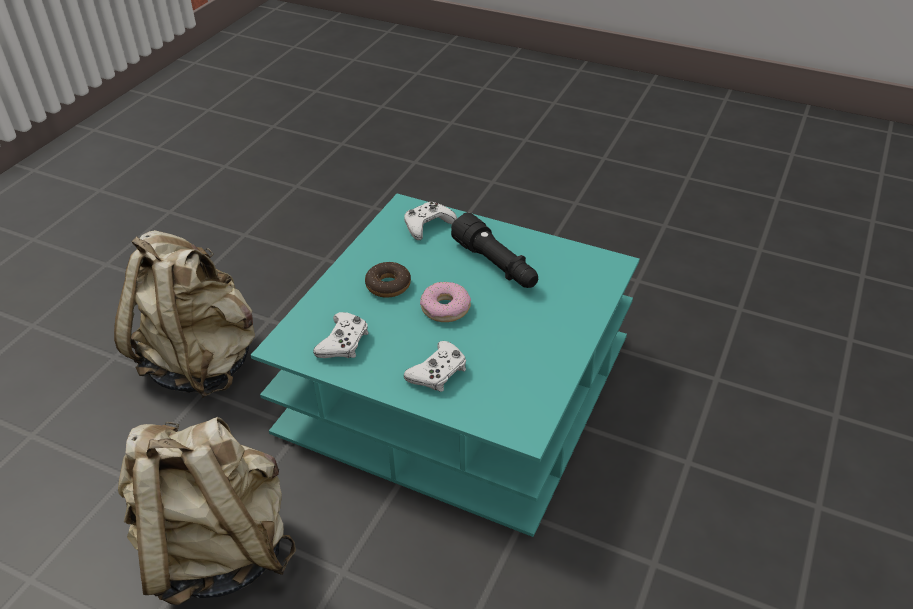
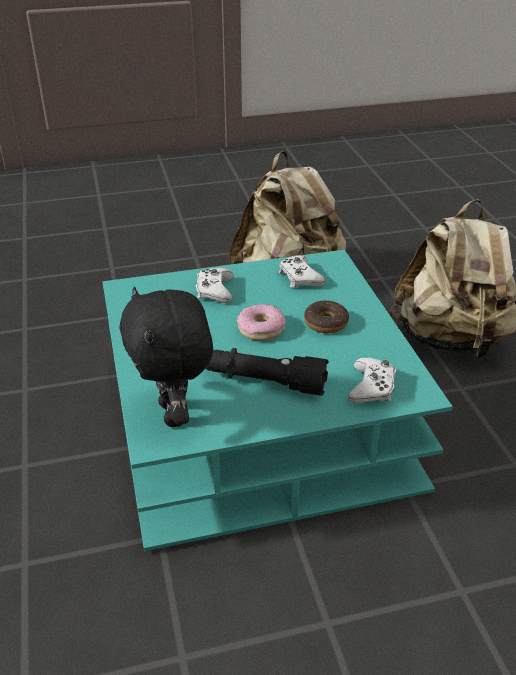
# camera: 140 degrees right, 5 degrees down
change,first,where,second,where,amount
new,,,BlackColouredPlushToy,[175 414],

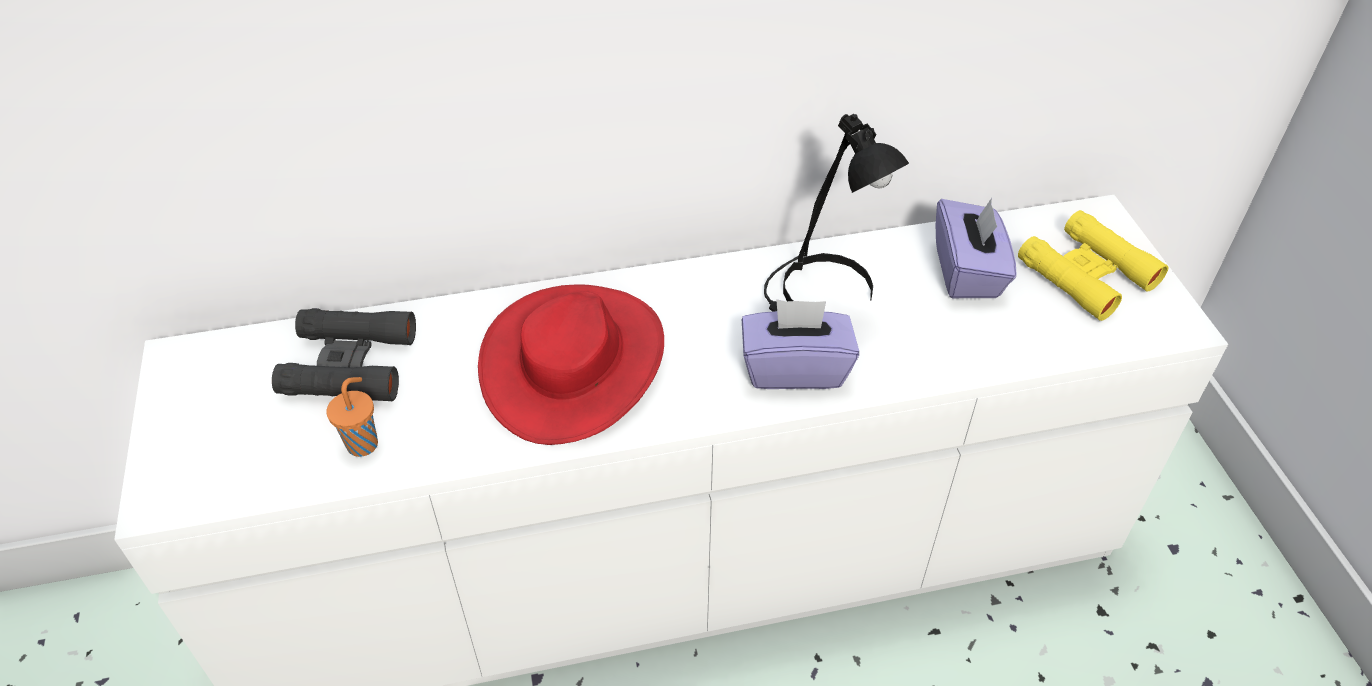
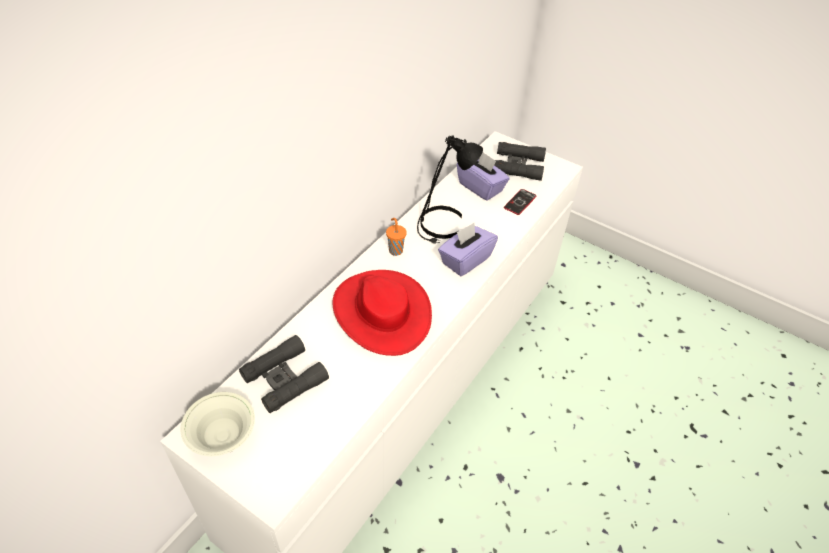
# camera: 45 degrees left, 0 degrees up
change,first,where,second,where,amount
new,,,WhiteServingBowl,[222 436],
shifted,OrangeCup,[363 443],,[395 250],
repainted,YellowBinoculars,[1087 274],BlackColouredBinoculars,[518 166],
new,,,Handset,[520 202],

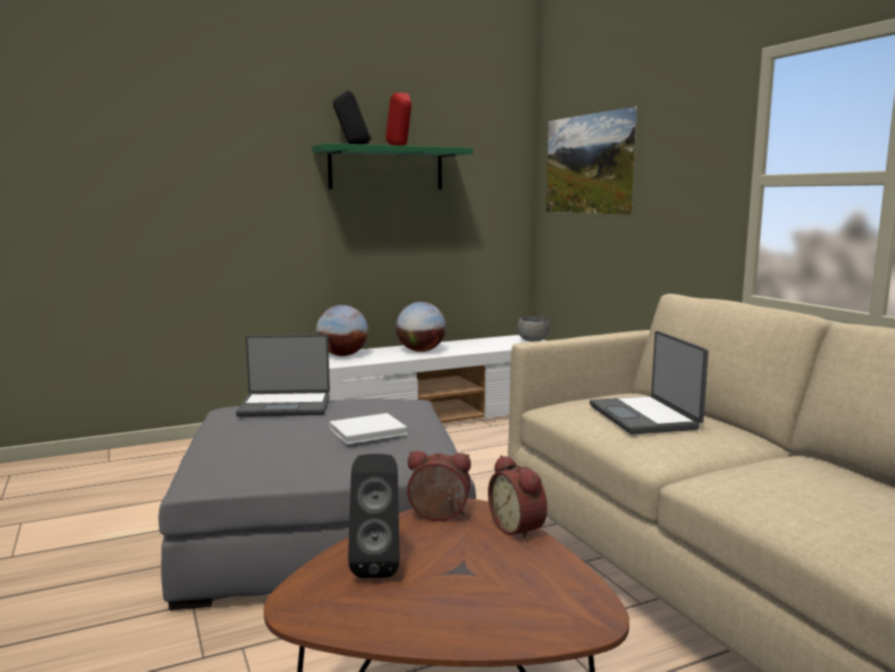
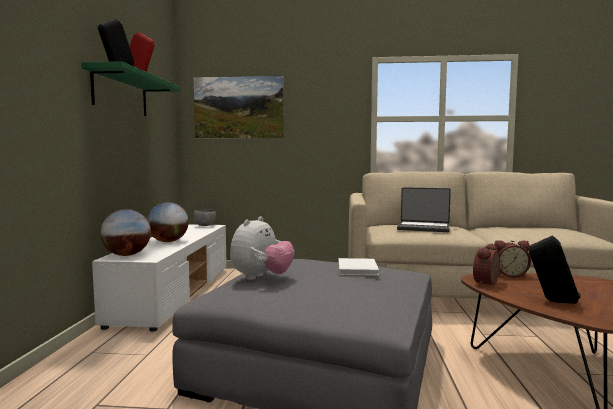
# camera: 60 degrees left, 5 degrees down
change,first,where,second,where,amount
swapped,Laptop,[285 406],PlushToy,[261 278],

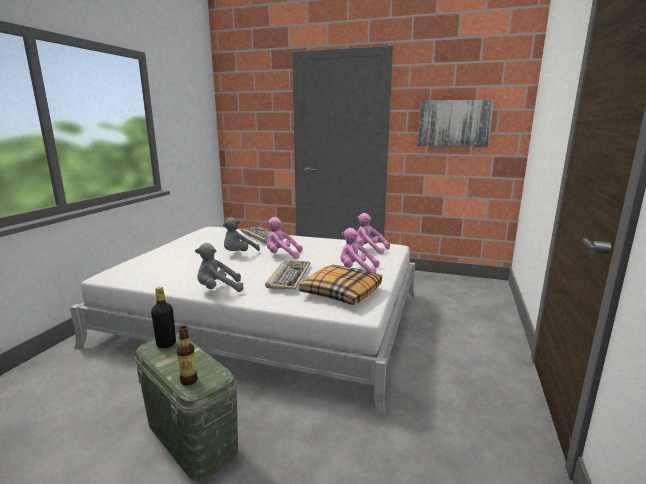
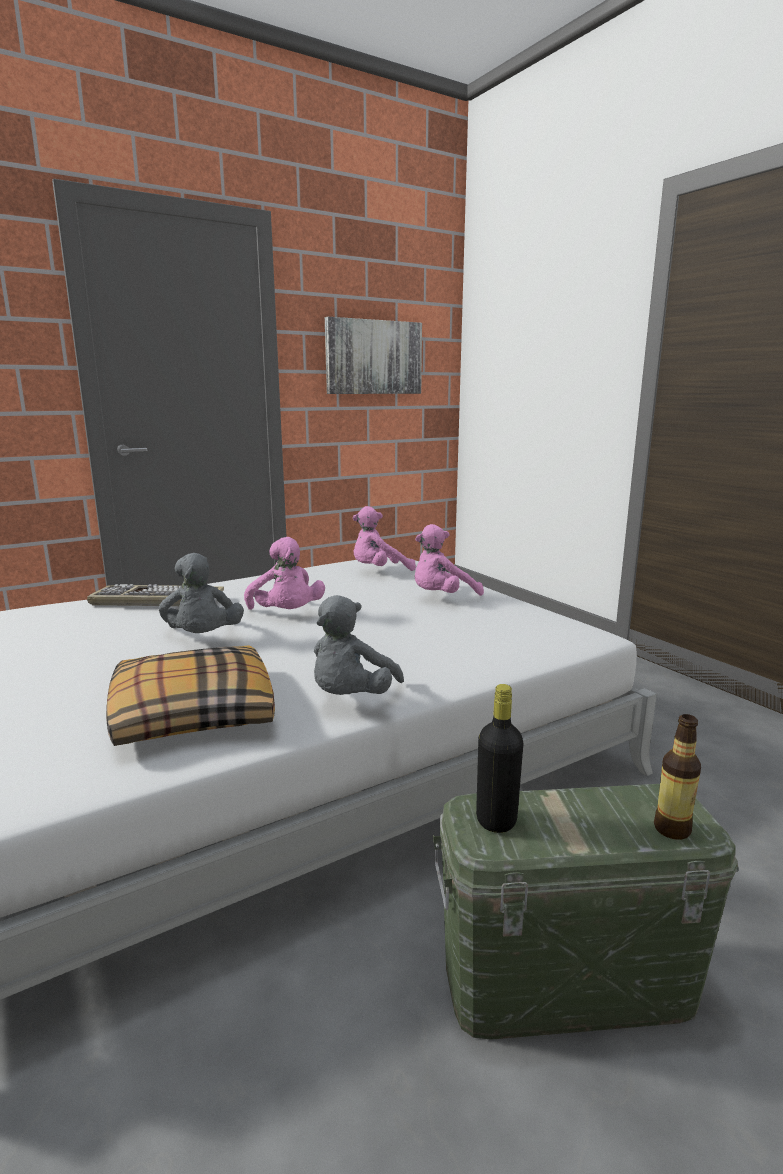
# camera: 50 degrees left, 0 degrees up
change,first,where,second,where,amount
shifted,Cushion,[341 292],,[191 712],
rotated,PinkishPlushToy,[282 255],,[286 615],75 degrees counterclockwise
gone,ComputerKeyboard,[289 276],,,

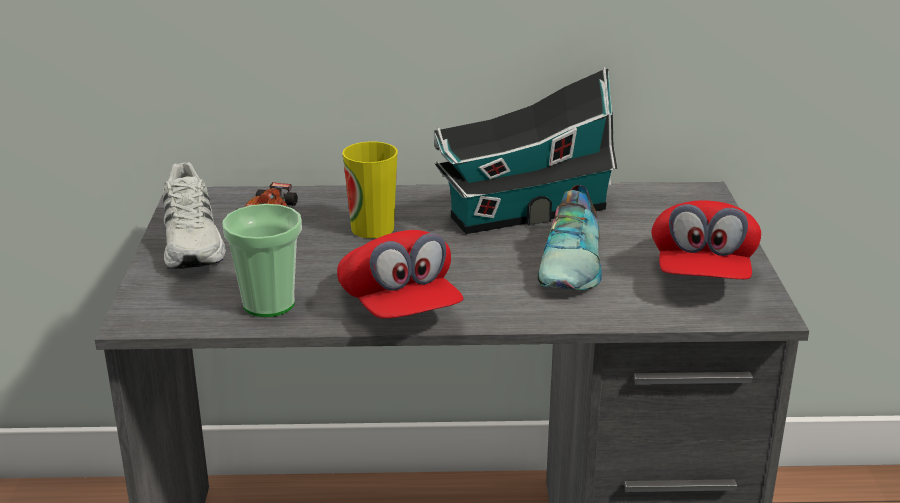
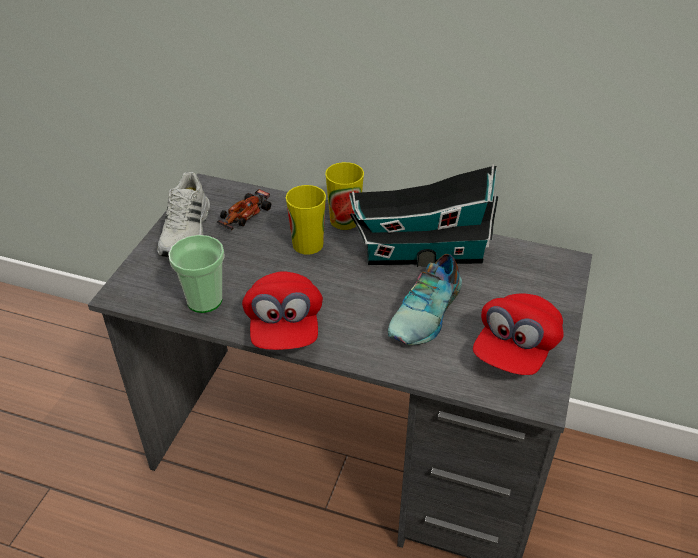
# camera: 20 degrees right, 15 degrees up
change,first,where,second,where,amount
new,,,Cup,[344 220],

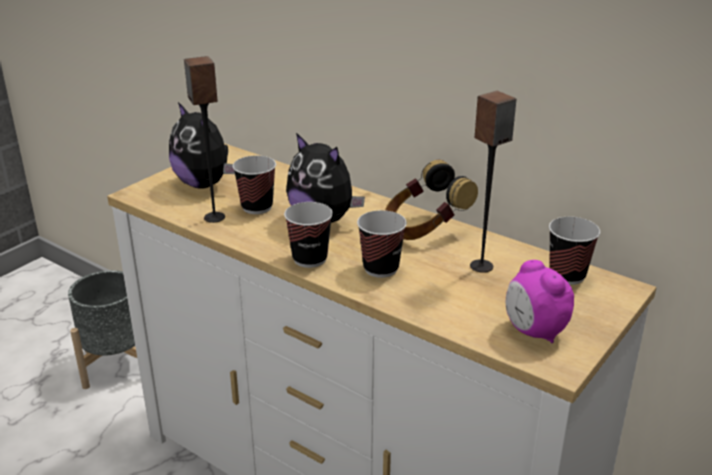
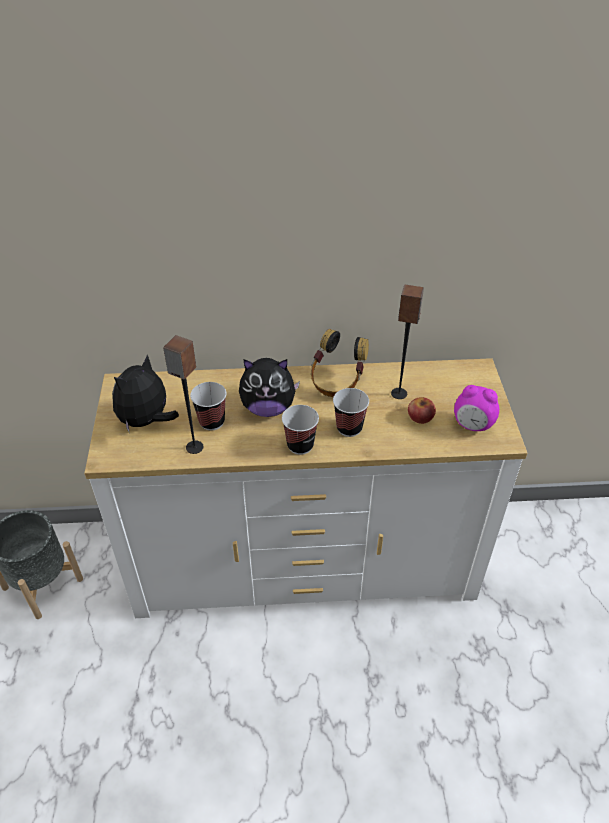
# camera: 40 degrees left, 15 degrees up
change,first,where,second,where,amount
rotated,PlushToy,[205 184],,[146 421],120 degrees clockwise
new,,,Apple,[420 417],
gone,Cup,[567 275],,,

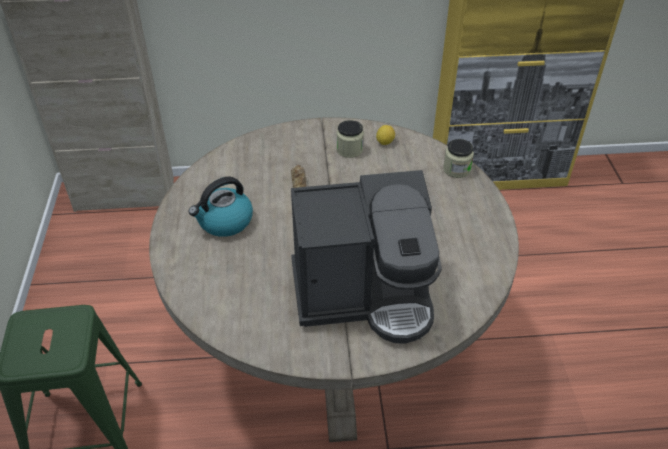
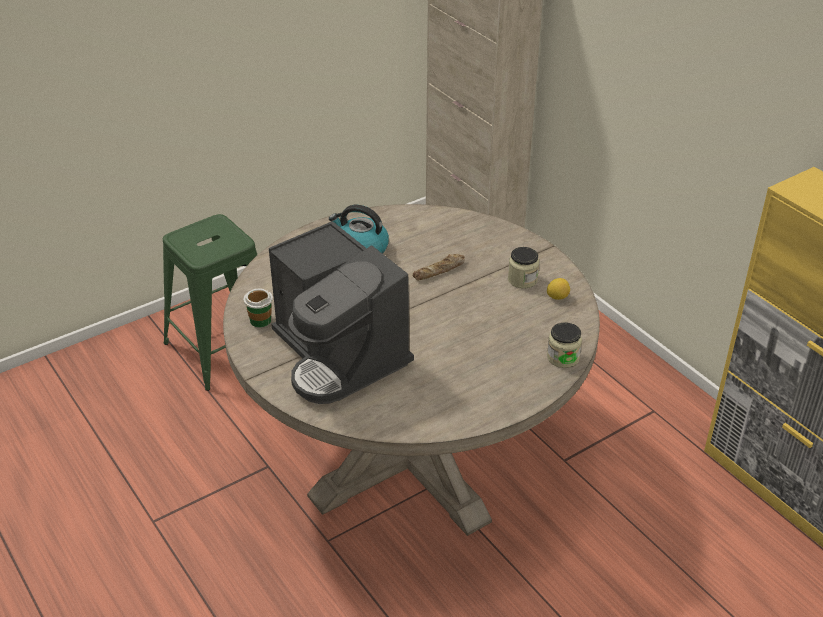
# camera: 60 degrees right, 5 degrees down
change,first,where,second,where,amount
new,,,Cup,[260 320],

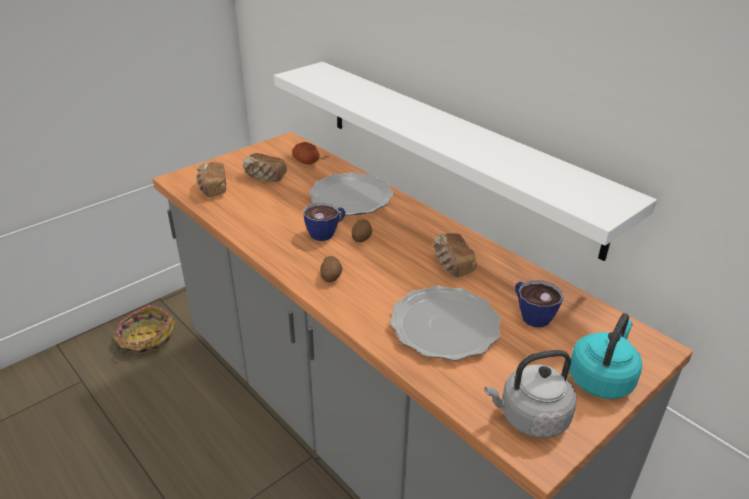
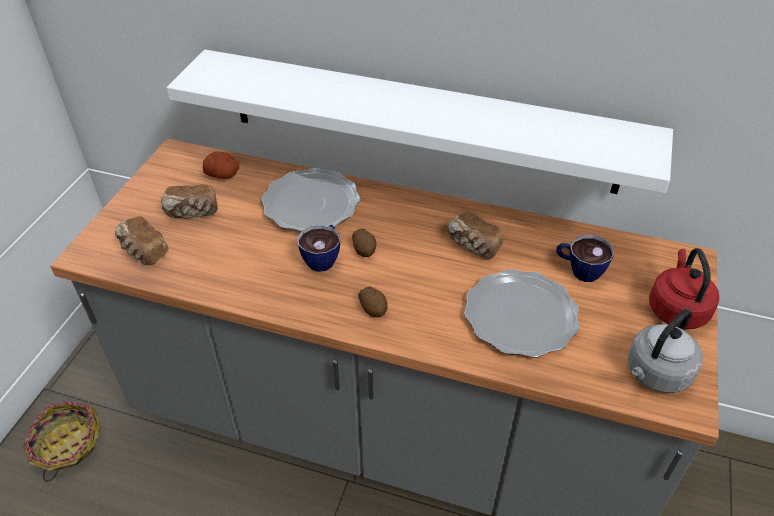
# camera: 30 degrees left, 10 degrees up
change,first,where,second,where,amount
repainted,BlueGreenKettle,[601 378],RedColouredKettle,[676 308],

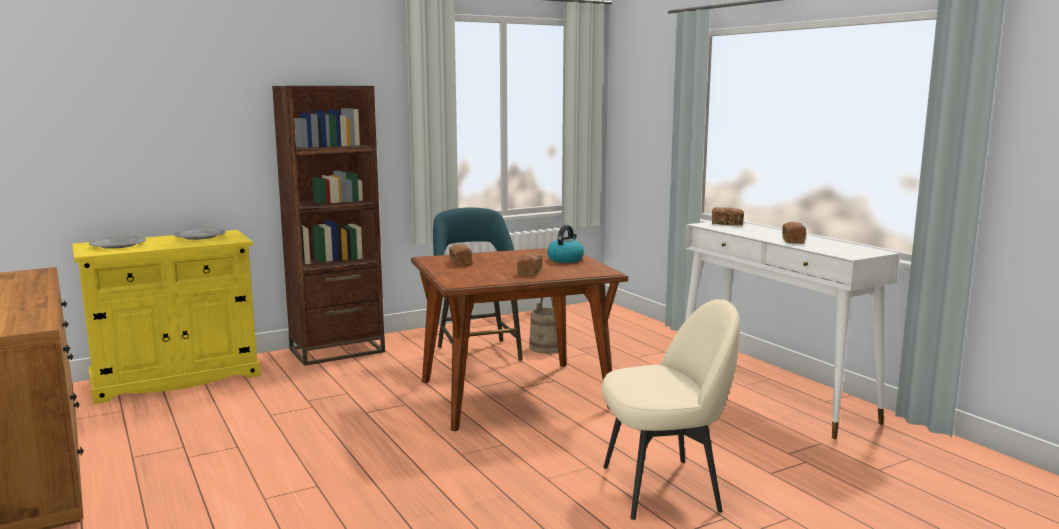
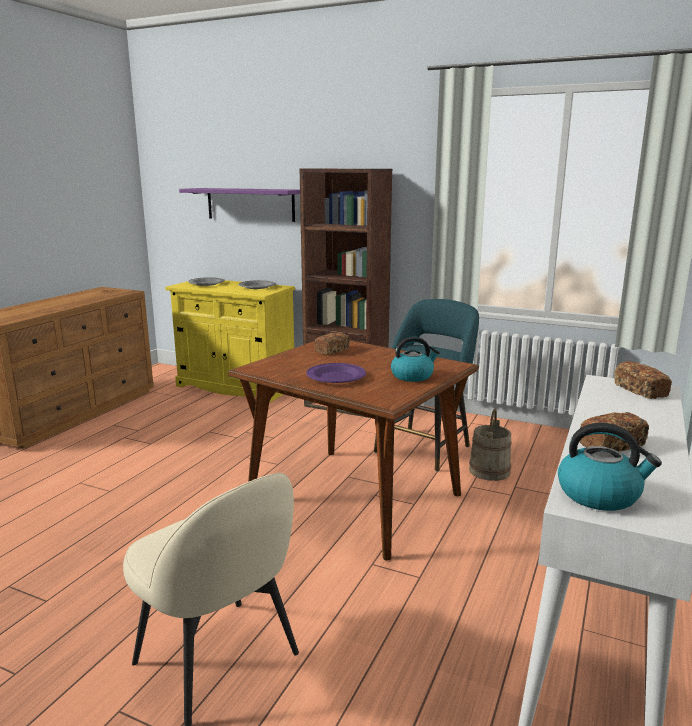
# camera: 55 degrees right, 5 degrees up
change,first,where,second,where,amount
new,,,PurpleColouredBracketShelf,[250 204],
swapped,BakedBread,[529 272],PurpleColouredFlatDish,[336 377],
new,,,Kettle,[600 495],

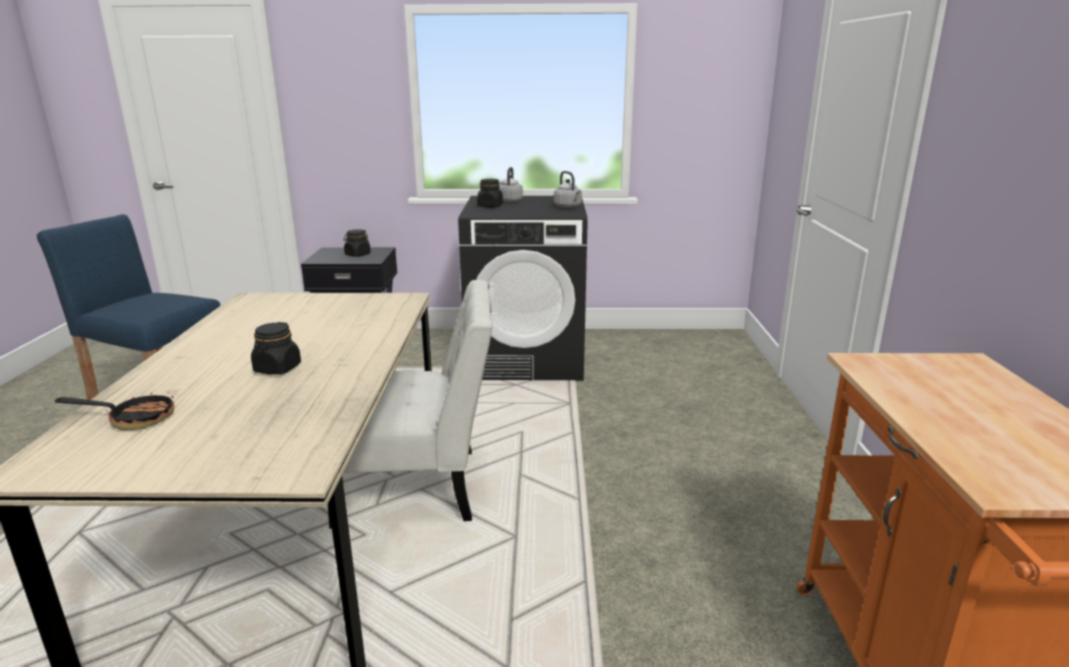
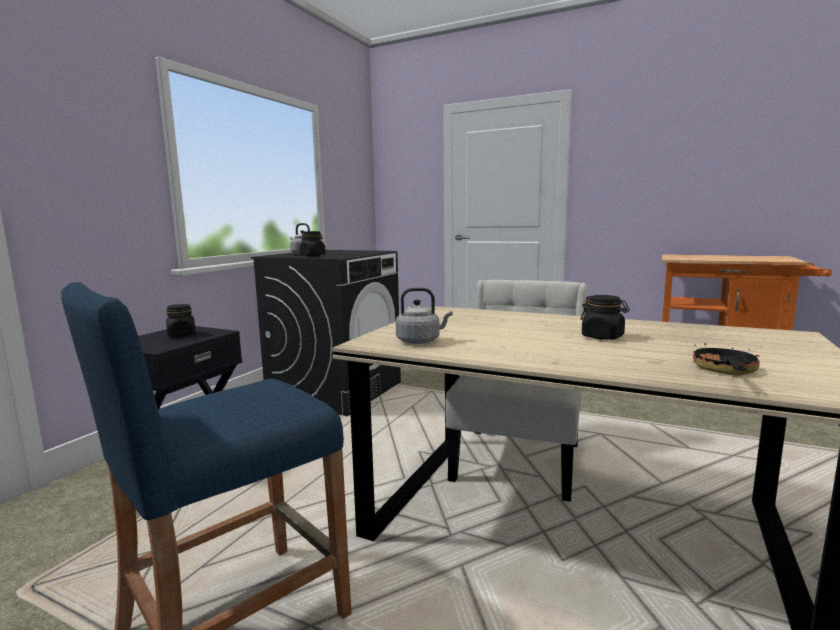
# camera: 65 degrees left, 10 degrees down
change,first,where,second,where,amount
shifted,GreyishKettle,[568 207],,[420 341],

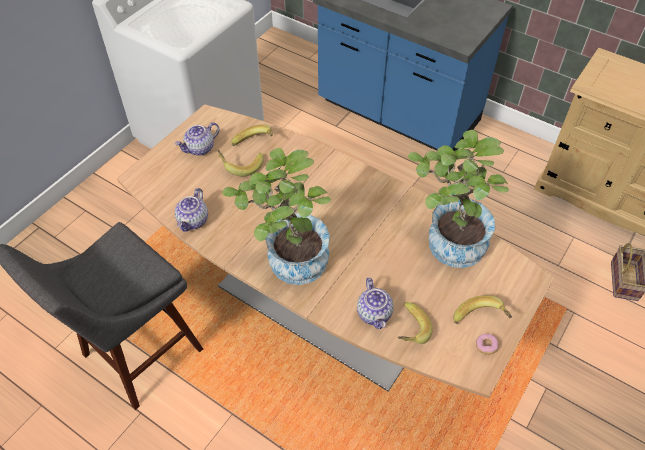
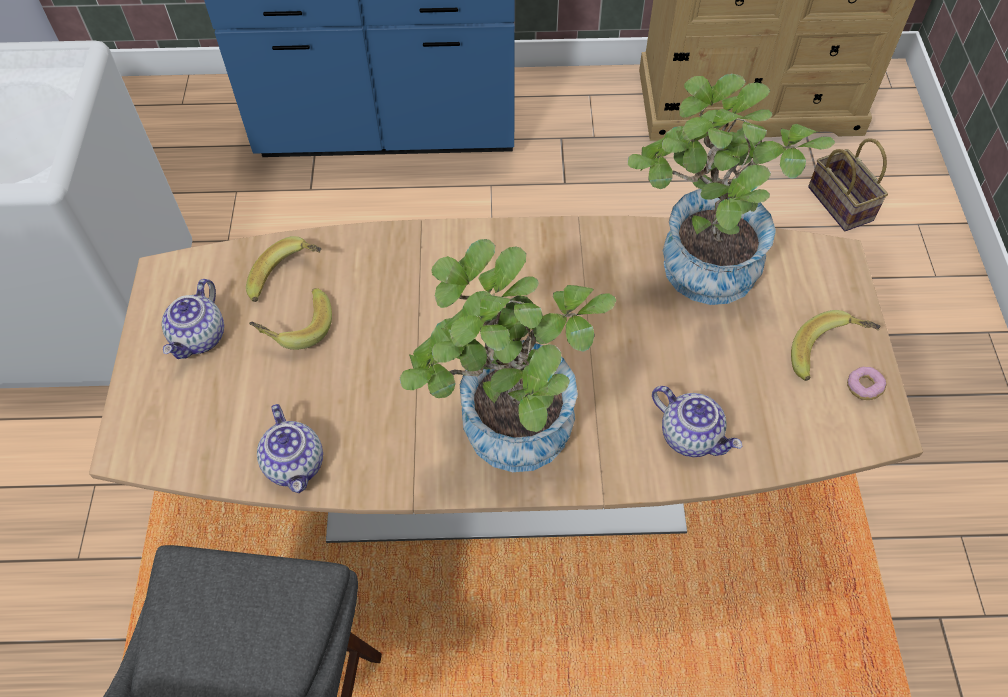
# camera: 35 degrees left, 5 degrees up
change,first,where,second,where,amount
gone,BananaFruit,[408 330],,,

